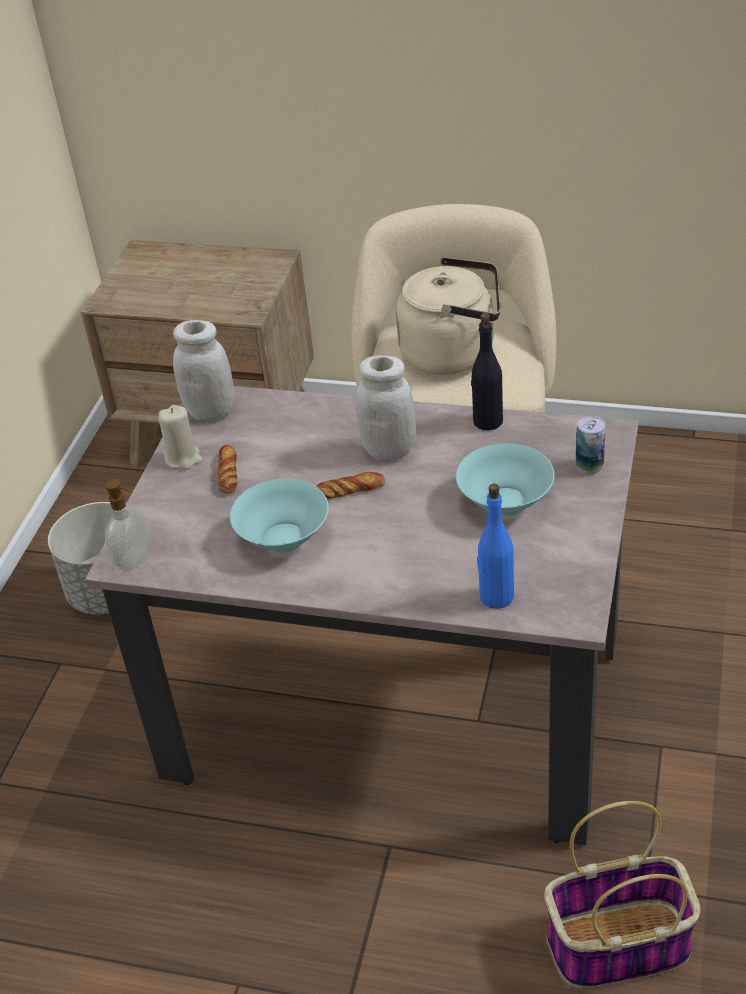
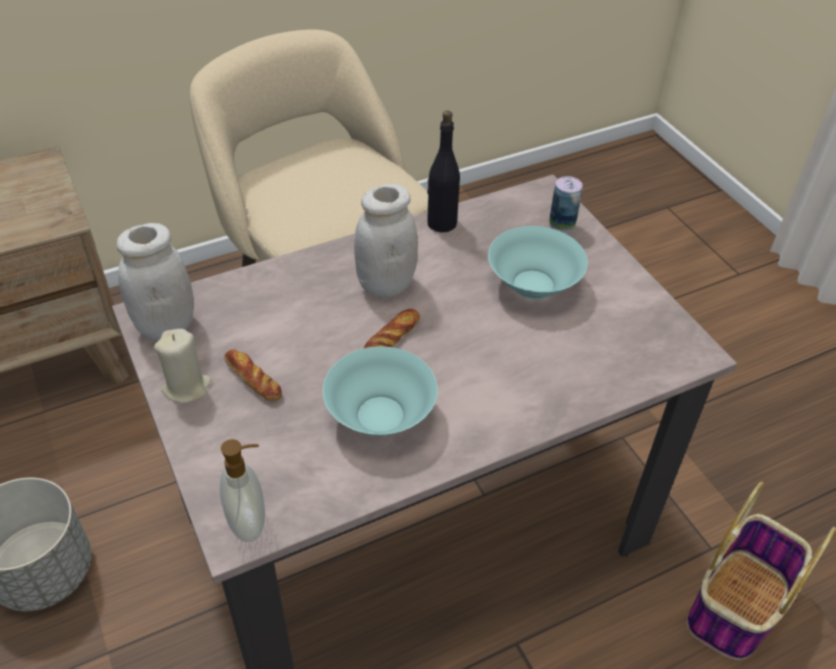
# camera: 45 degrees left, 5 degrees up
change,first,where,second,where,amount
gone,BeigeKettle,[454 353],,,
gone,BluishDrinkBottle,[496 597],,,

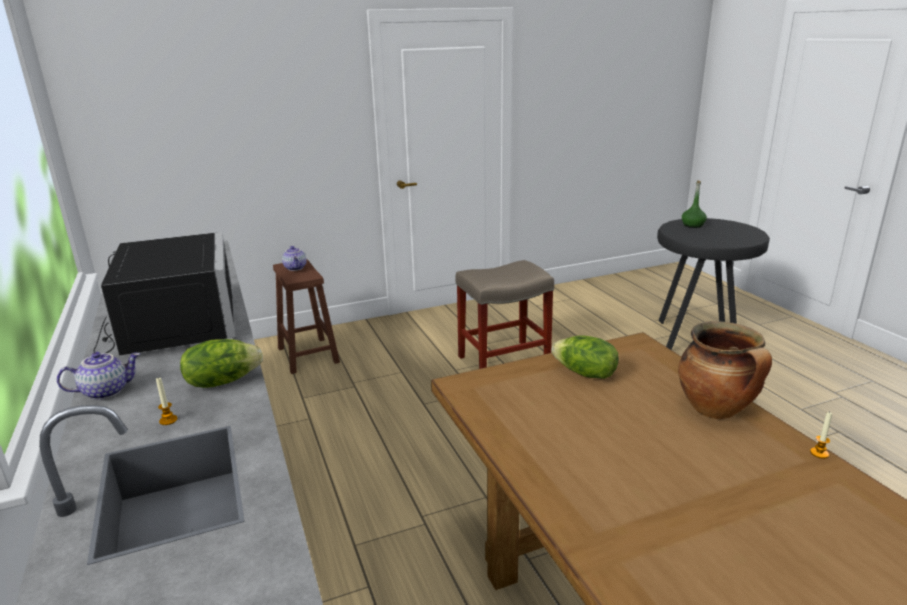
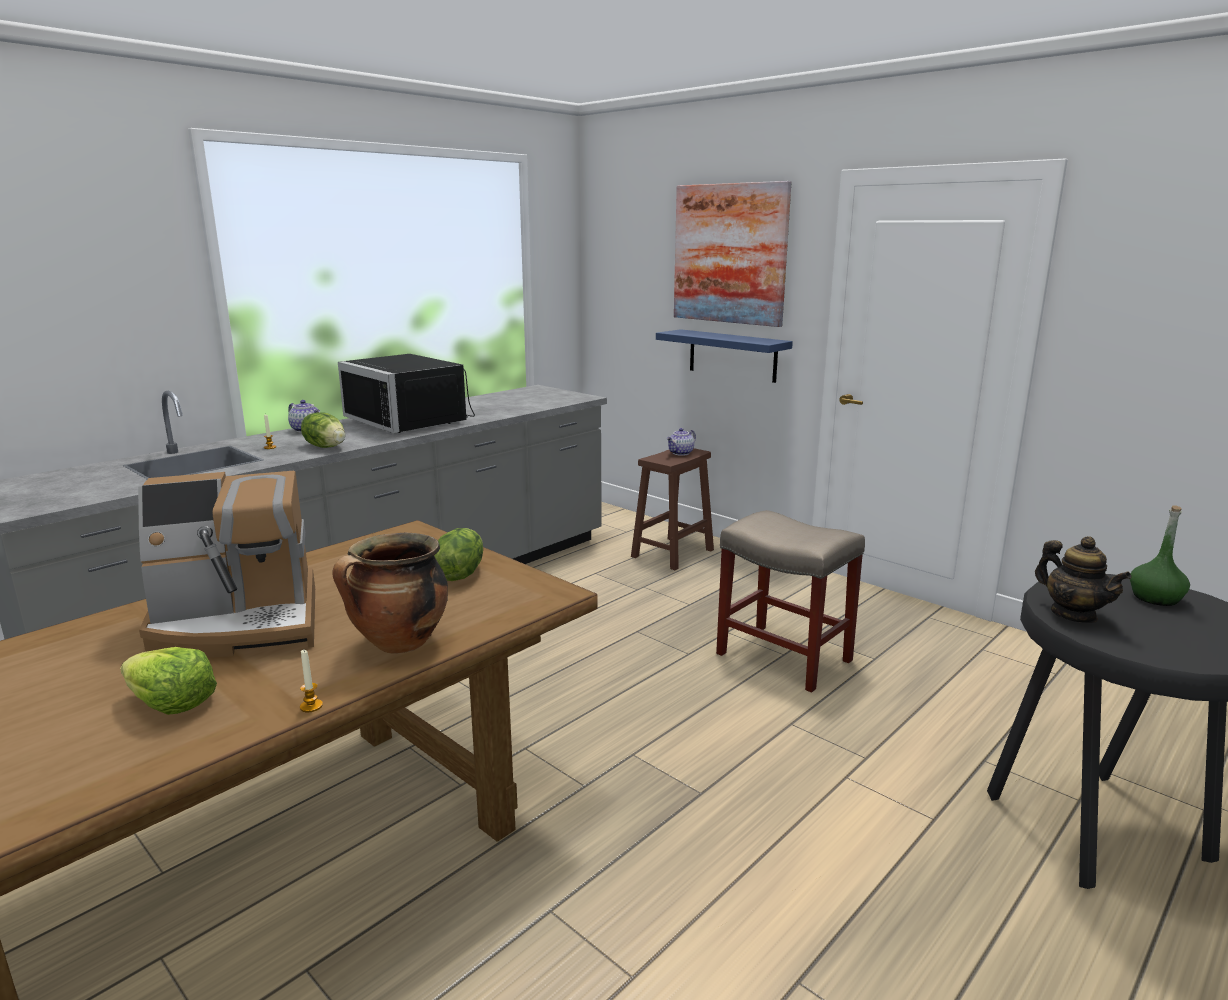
# camera: 65 degrees right, 5 degrees down
change,first,where,second,where,amount
new,,,HeadOfLettuce,[171 704],
new,,,CoffeeBrewer,[239 624],
rotated,BlackColouredMicrowave,[171 325],,[413 420],90 degrees clockwise
new,,,BluishBracketShelf,[732 355],
new,,,WallArt,[730 254],
new,,,Teapot,[1073 614],

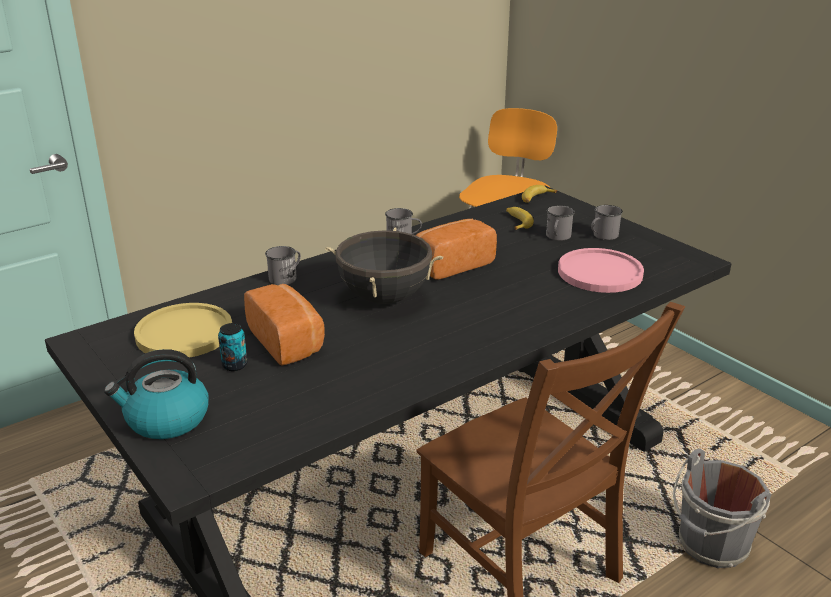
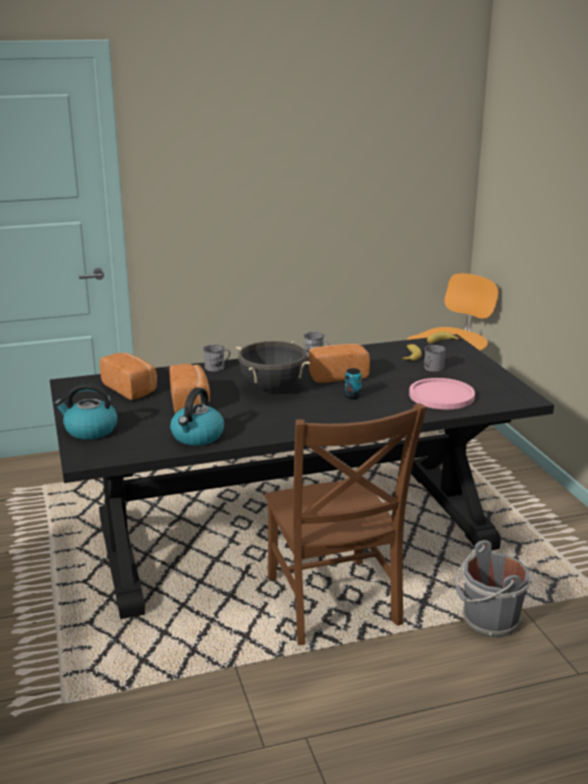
# camera: 20 degrees right, 5 degrees down
change,first,where,second,where,amount
swapped,YellowFlatDish,[184 333],BakedBread,[131 388],
new,,,Kettle,[197 437],
shifted,SealedCan,[234 365],,[352 396],
gone,GreyishMug,[602 236],,,

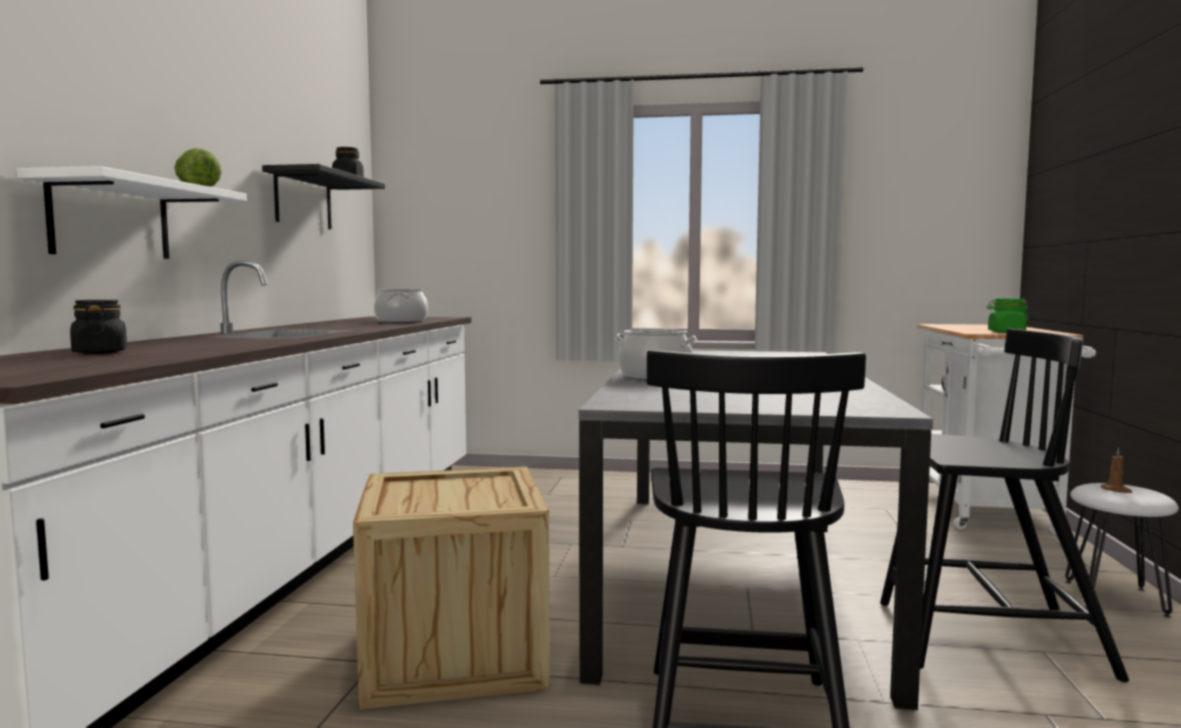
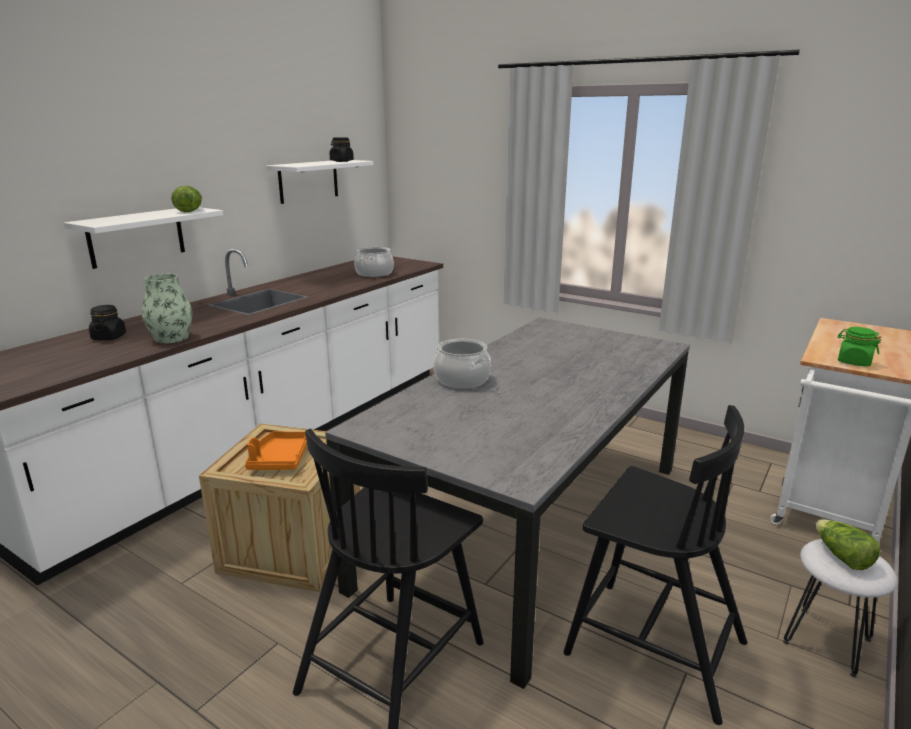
# camera: 25 degrees right, 15 degrees up
change,first,where,second,where,amount
new,,,DecorativeVase,[171 338],
new,,,OrangeTray,[279 459],
repainted,BlackColouredBracketShelf,[303 200],WhiteBracketShelf,[308 181],
swapped,BrownishCandle,[1116 490],HeadOfLettuce,[841 557],

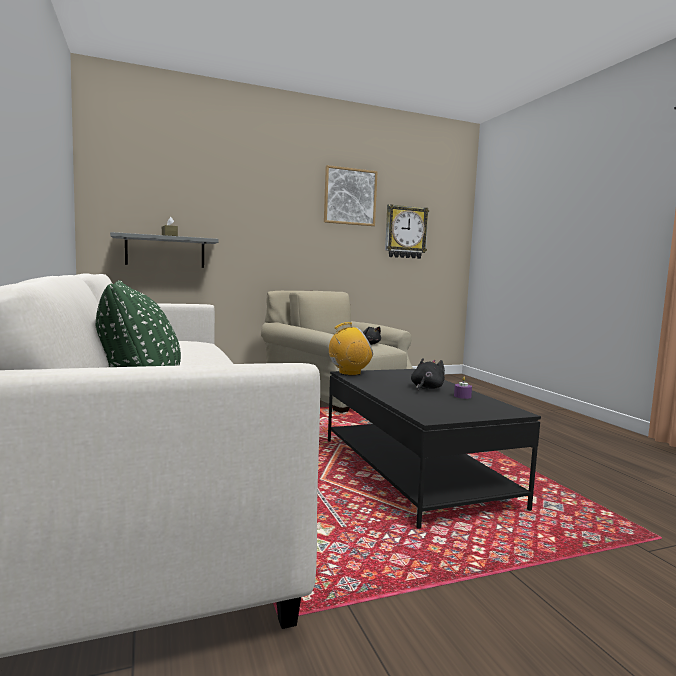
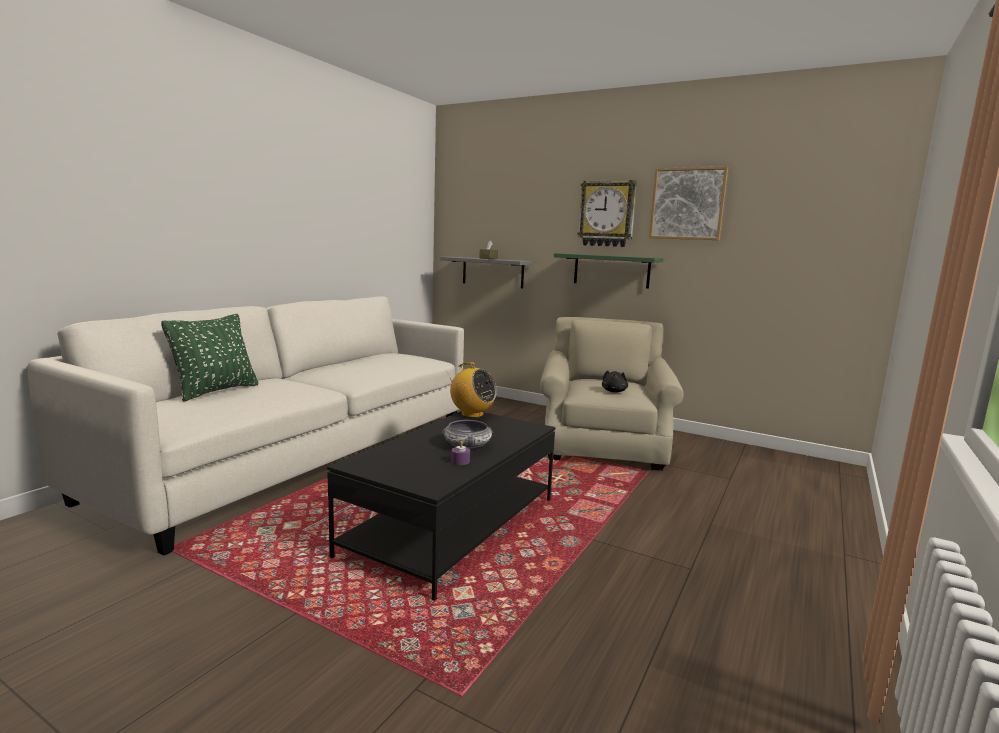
# camera: 50 degrees right, 5 degrees up
change,first,where,second,where,amount
swapped,BlackColouredPlushToy,[426 388],ServingBowl,[467 445],
new,,,GreenBracketShelf,[611 270],
shifted,ClockOnTheWall,[405 232],,[607 214],

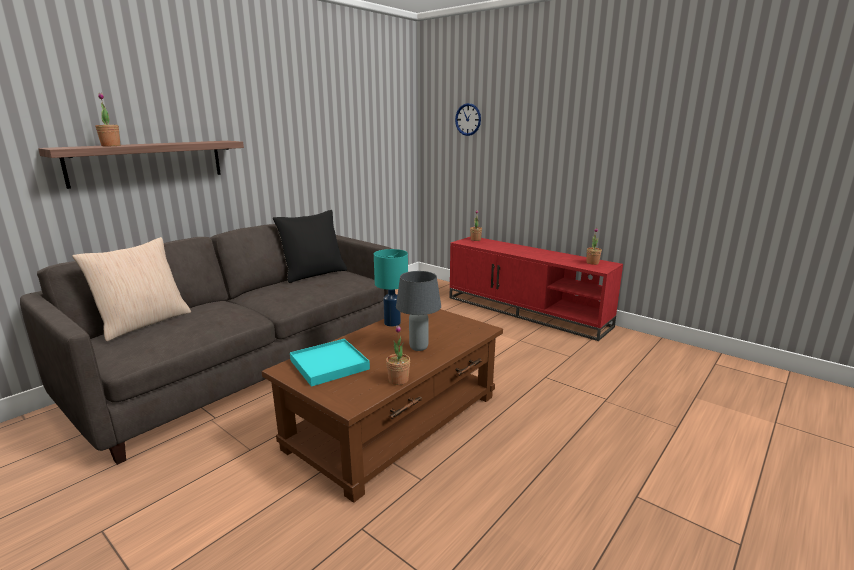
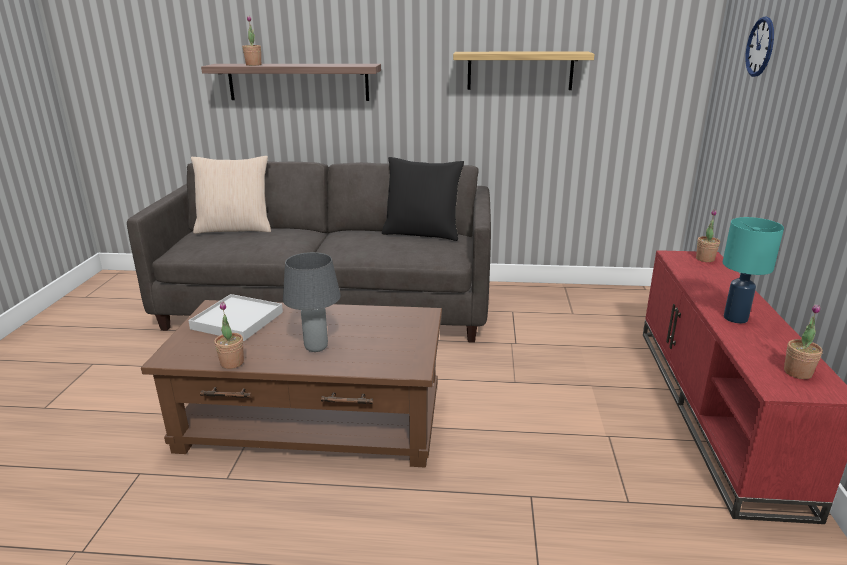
# camera: 55 degrees right, 5 degrees up
change,first,where,second,where,amount
repainted,BlueGreenTray,[329 365],WhiteTray,[237 320],
new,,,BracketShelf,[520 70],
shifted,BlueGreenLampForATable,[392 323],,[735 318],

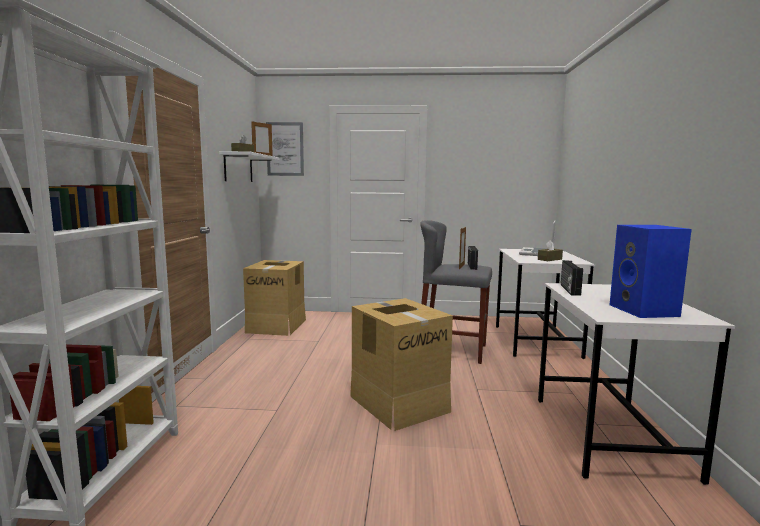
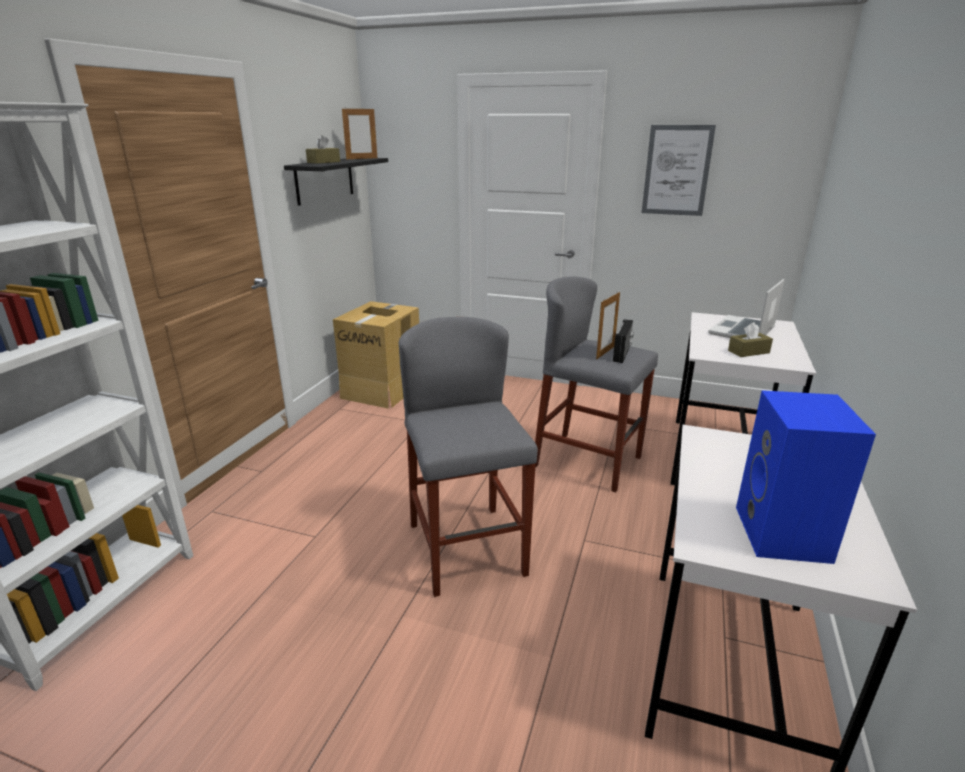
# camera: 15 degrees right, 15 degrees up
change,first,where,second,where,amount
repainted,WhiteBracketShelf,[238 168],BlackColouredBracketShelf,[325 180],
swapped,Carton,[399 403],GreyishSittingStool,[466 549],
shifted,WallArt,[285 149],,[677 170],
gone,Radio,[569 290],,,

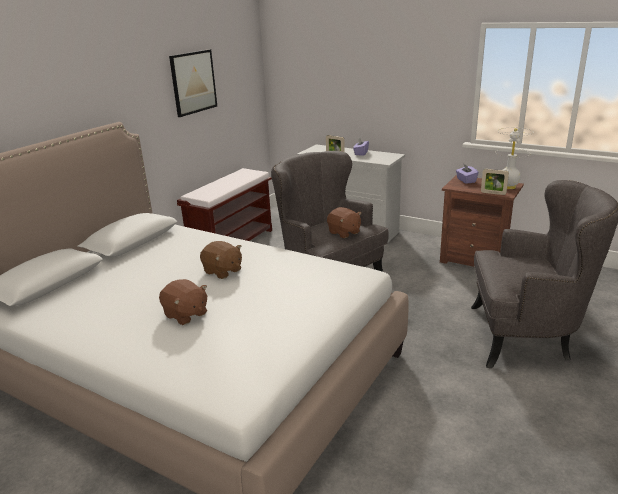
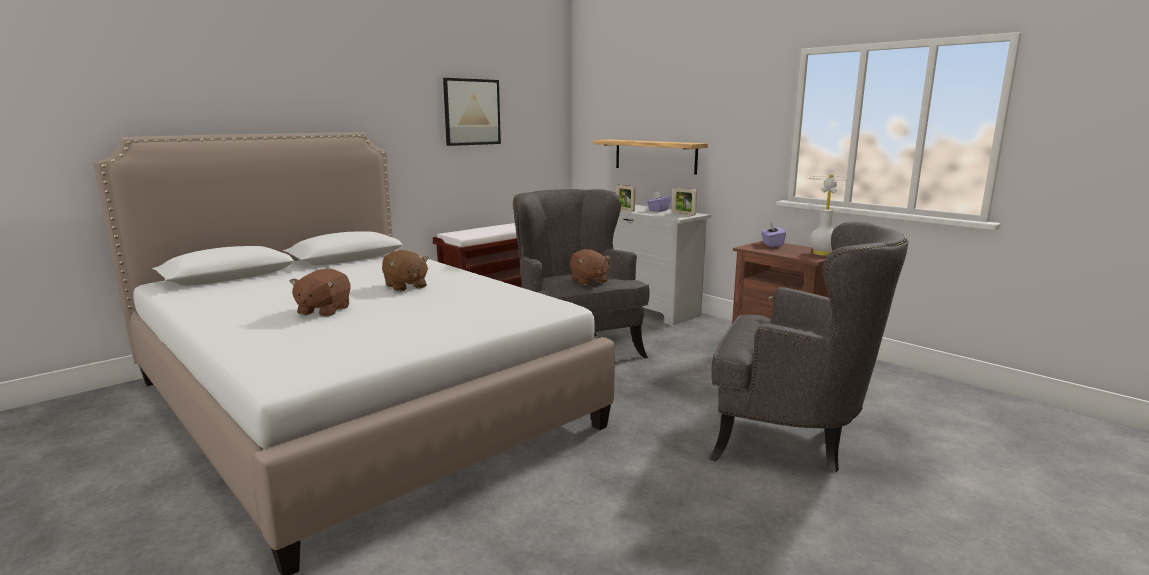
# camera: 15 degrees right, 10 degrees down
change,first,where,second,where,amount
rotated,BrownishPlushToy,[185 315],,[323 311],45 degrees clockwise
new,,,BracketShelf,[655 156],
shifted,PhotoFrame,[493 193],,[683 214],

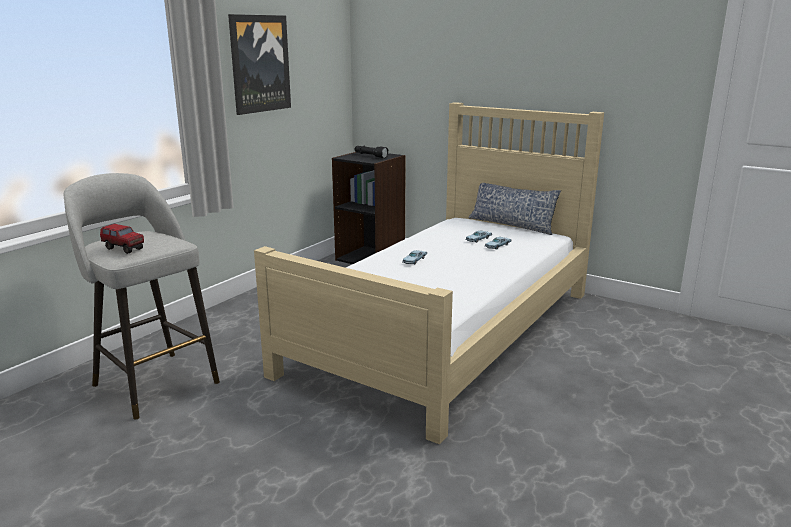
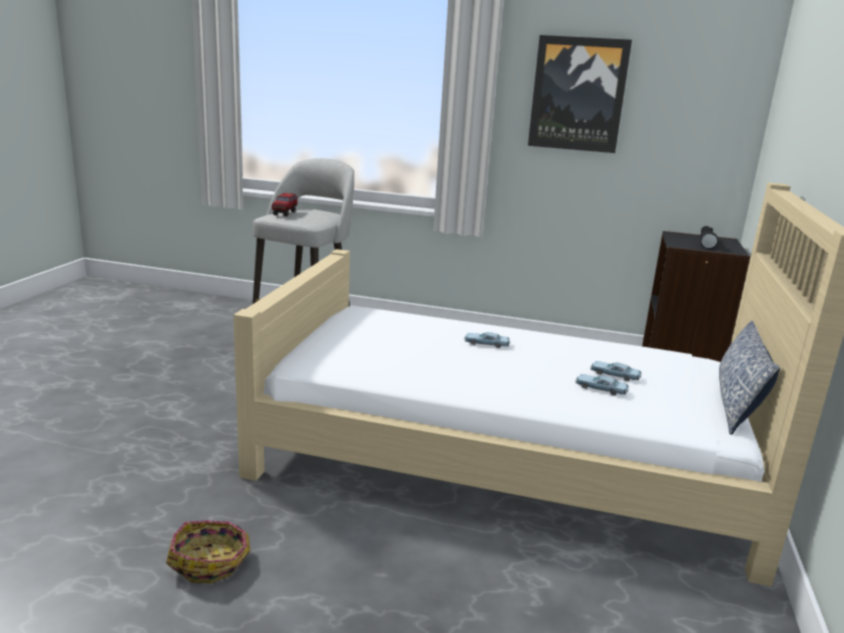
# camera: 70 degrees right, 0 degrees up
change,first,where,second,where,amount
new,,,HouseholdBasket,[211 561],

